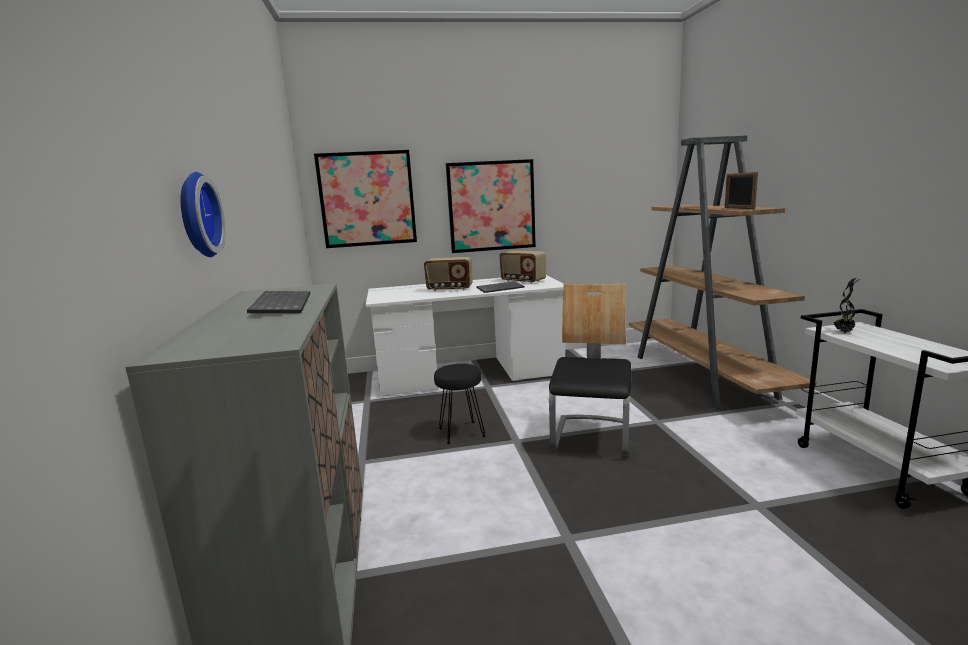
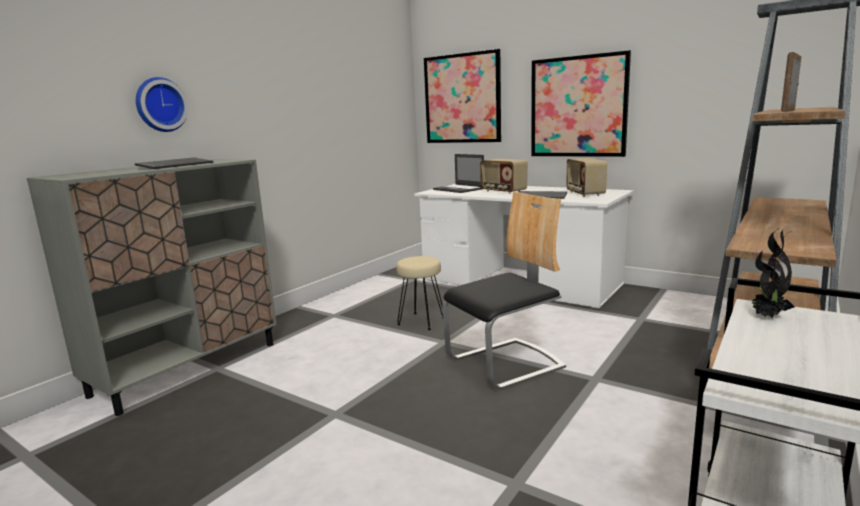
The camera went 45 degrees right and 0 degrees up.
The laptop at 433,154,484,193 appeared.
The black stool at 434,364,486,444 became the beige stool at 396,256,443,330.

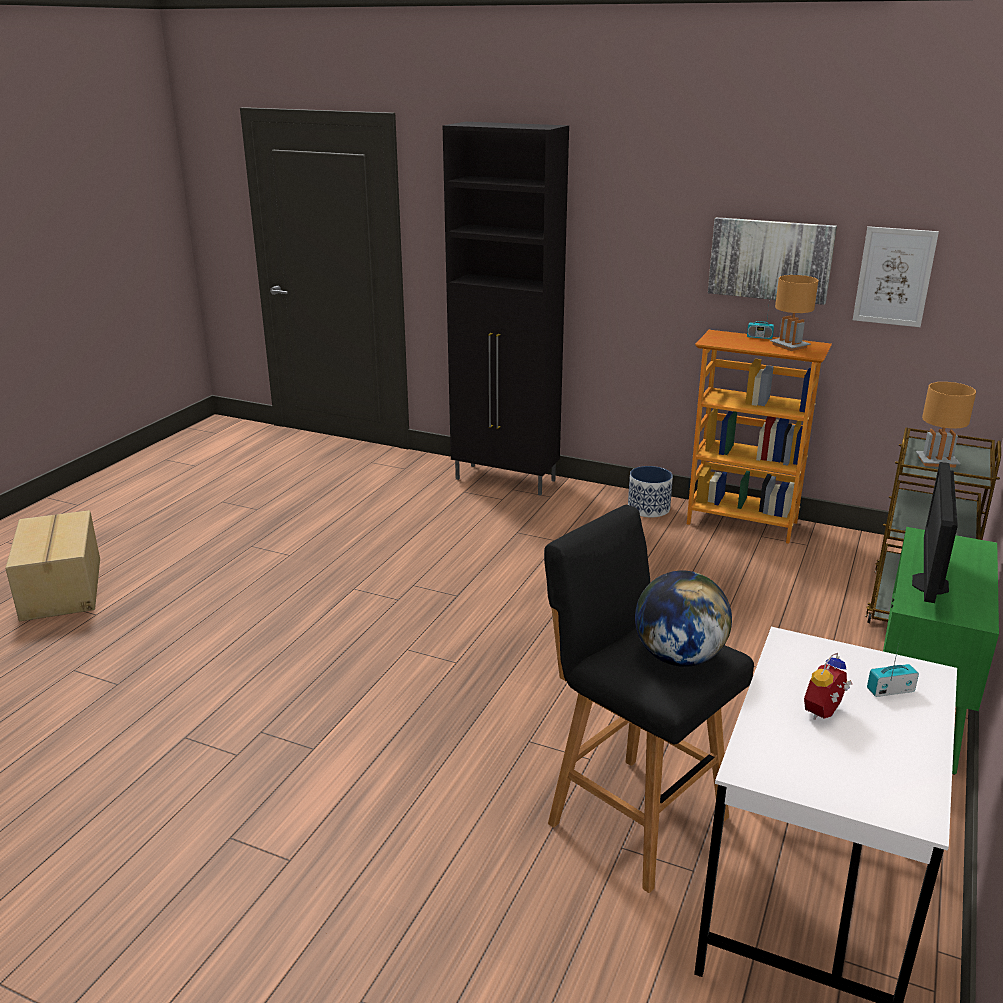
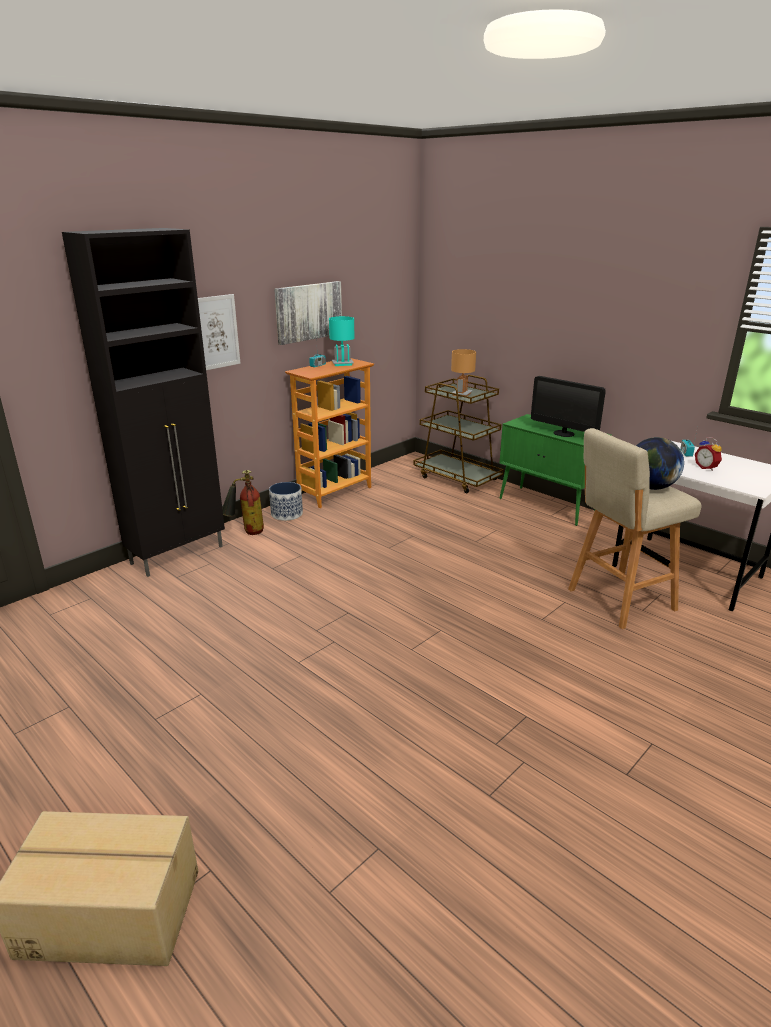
The camera went 70 degrees left and 0 degrees up.
The fire extinguisher at 222,470,264,535 appeared.
The picture moved from 853,226,939,327 to 198,294,240,370.
The black stool at 544,505,754,893 became the beige stool at 568,428,702,629.
The brown table lamp at 770,275,819,351 became the turquoise table lamp at 329,316,355,366.

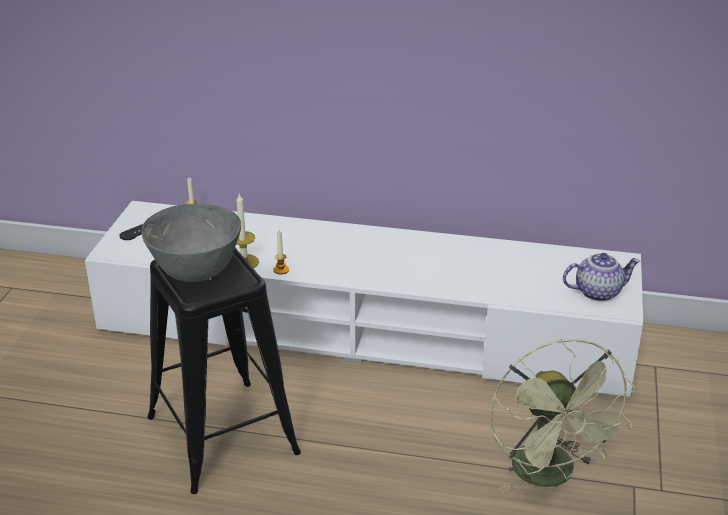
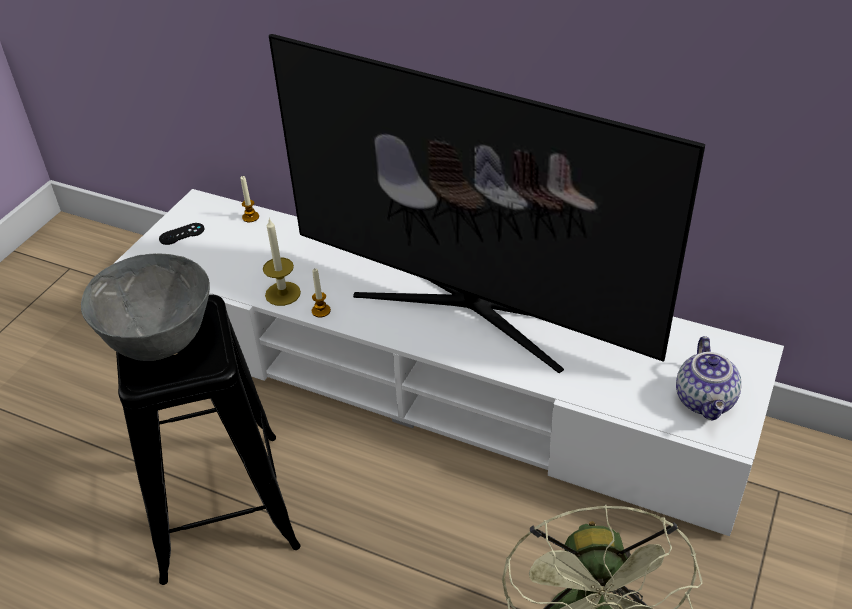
The camera went 15 degrees right and 10 degrees up.
The television at 269,34,705,373 appeared.
The teapot at 563,253,640,301 turned 90 degrees clockwise.

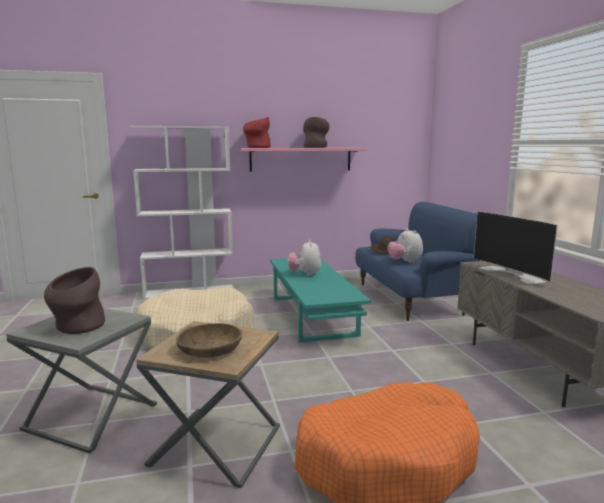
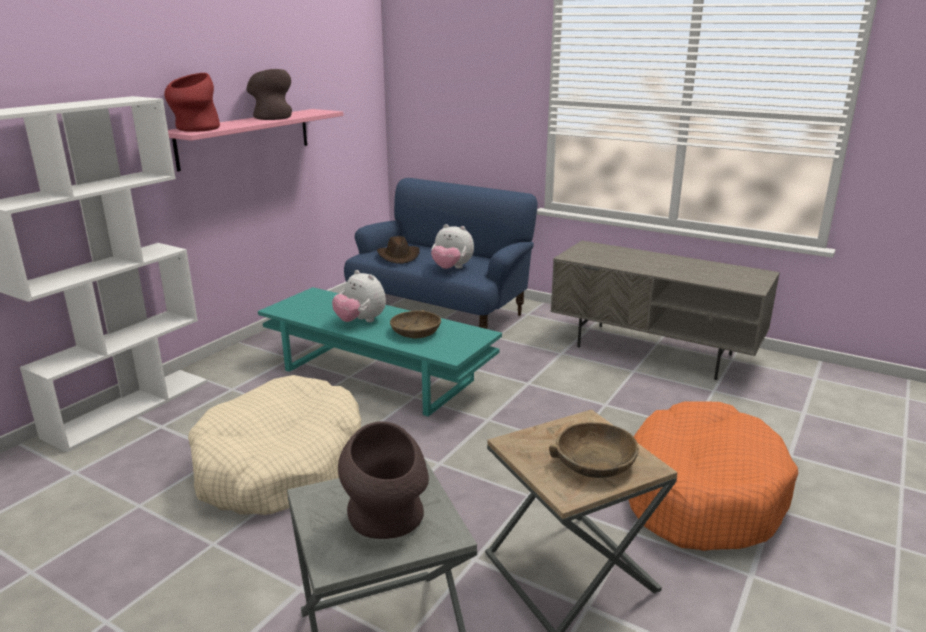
The camera went 45 degrees left and 10 degrees up.
The television at 473,211,558,284 disappeared.
The brown bowl at 390,310,441,339 appeared.

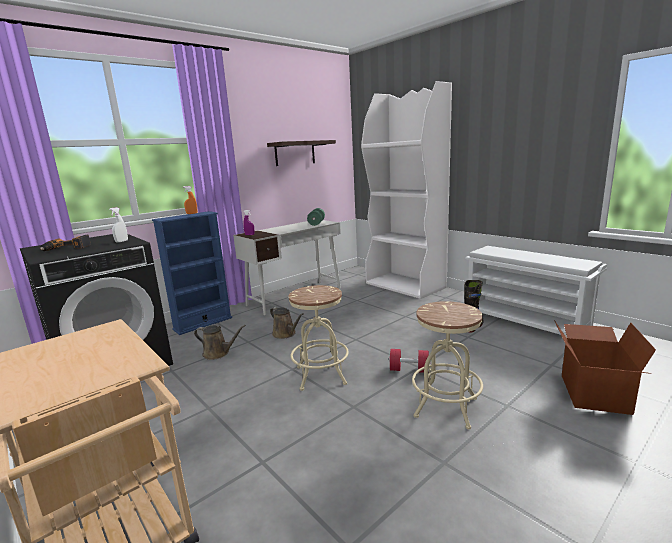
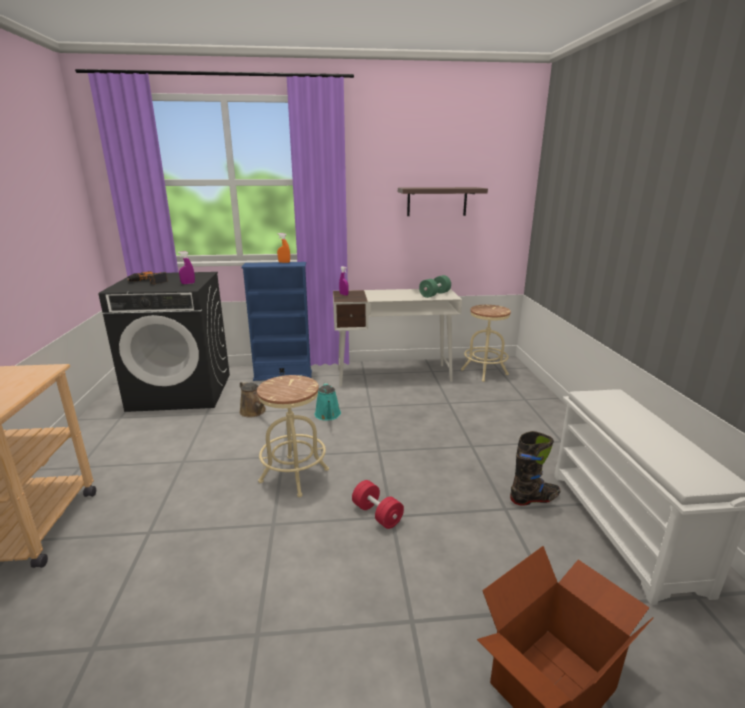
The camera went 35 degrees right and 5 degrees up.
The white bookcase at 361,81,452,299 disappeared.
The beige stool moved from 412,301,483,429 to 461,305,511,382.
The white spray bottle at 109,207,128,243 became the purple spray bottle at 178,251,195,284.
The brown watering can at 270,307,303,339 became the turquoise watering can at 315,382,341,421.

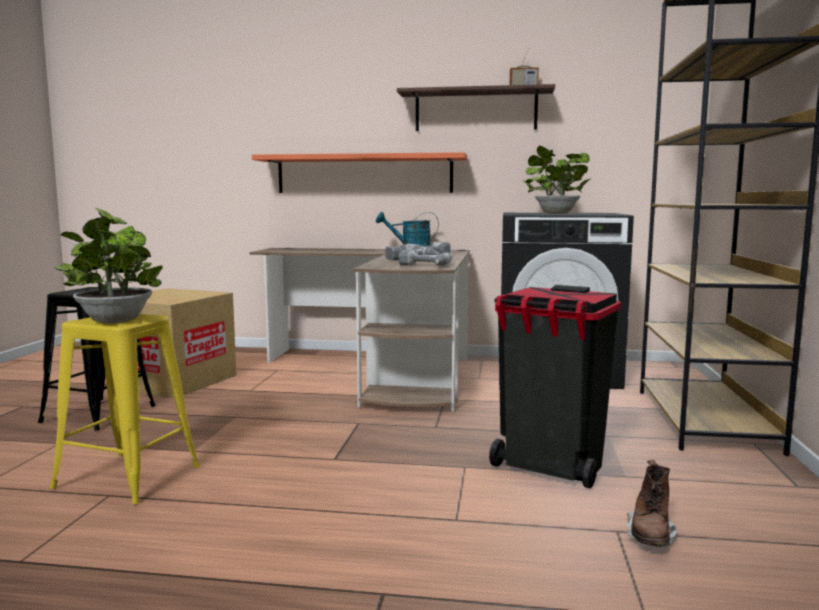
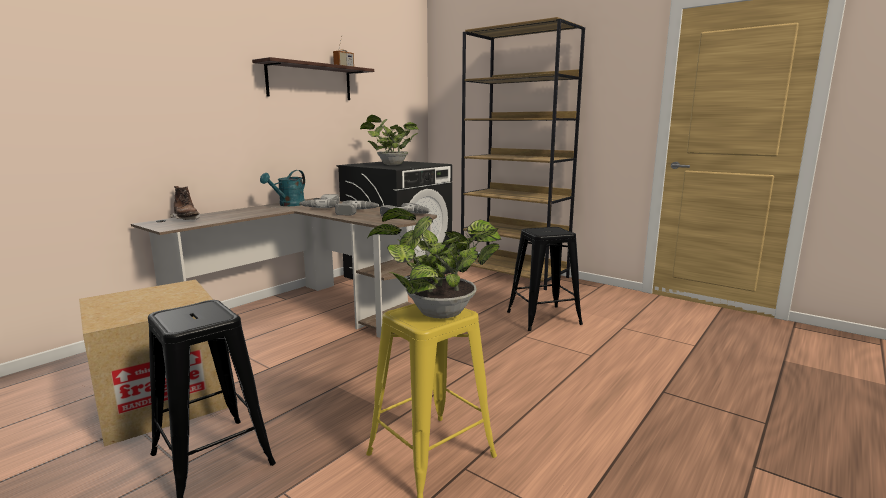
The camera went 60 degrees left and 5 degrees up.
The shelf at 252,152,467,193 disappeared.
The brown boot moved from 627,460,677,547 to 170,186,200,220.
The black trash can at 489,285,621,488 was replaced by the black stool at 507,227,583,331.

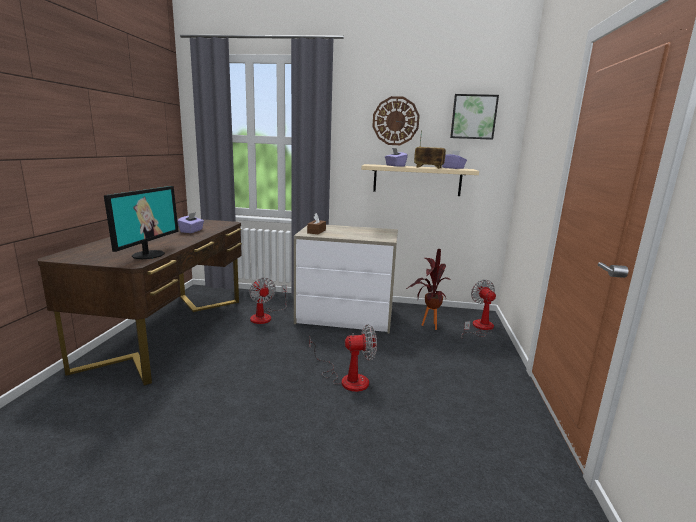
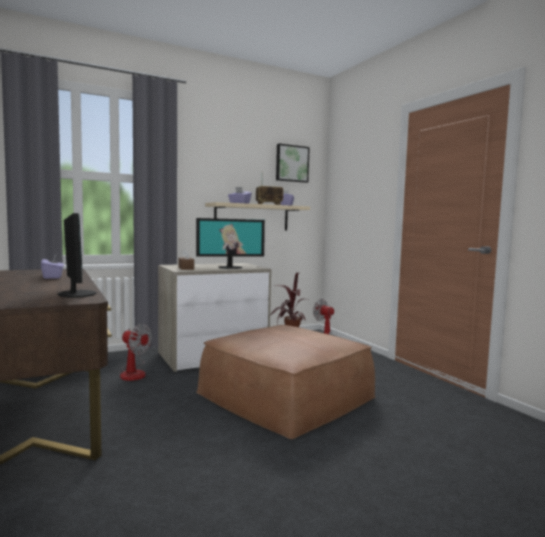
The camera went 35 degrees left and 10 degrees down.
The wall clock at 372,96,420,145 disappeared.
The monitor at 196,218,265,269 appeared.
The fan at 310,324,377,392 was replaced by the brown ottoman at 196,325,375,439.

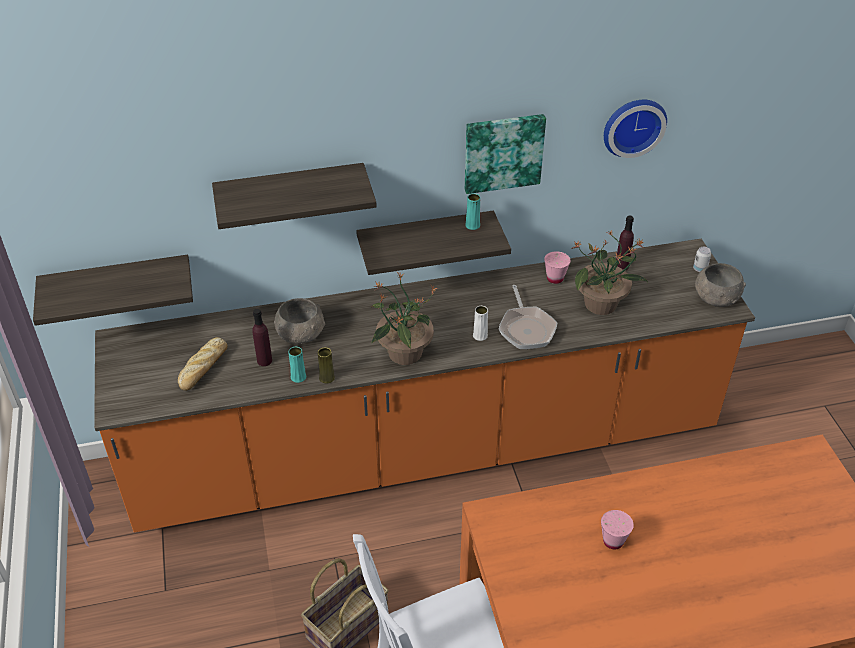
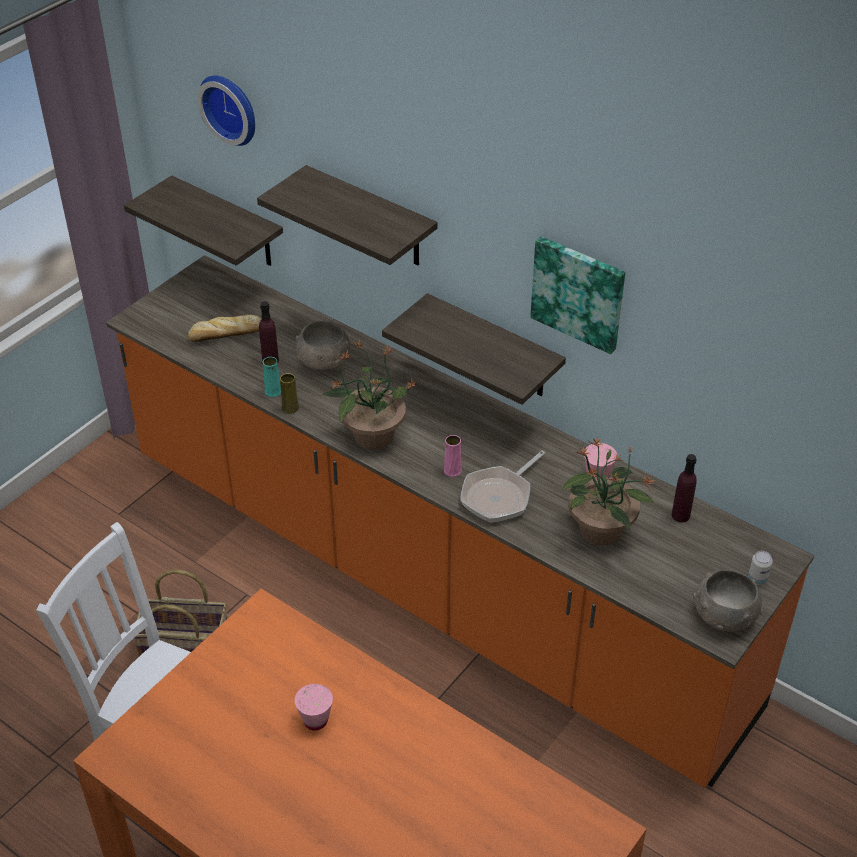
The camera went 50 degrees right and 0 degrees up.
The turquoise vase at 465,193,480,230 disappeared.
The wall clock moved from 604,100,667,158 to 197,76,255,146.
The white vase at 473,306,488,341 became the pink vase at 444,435,462,477.

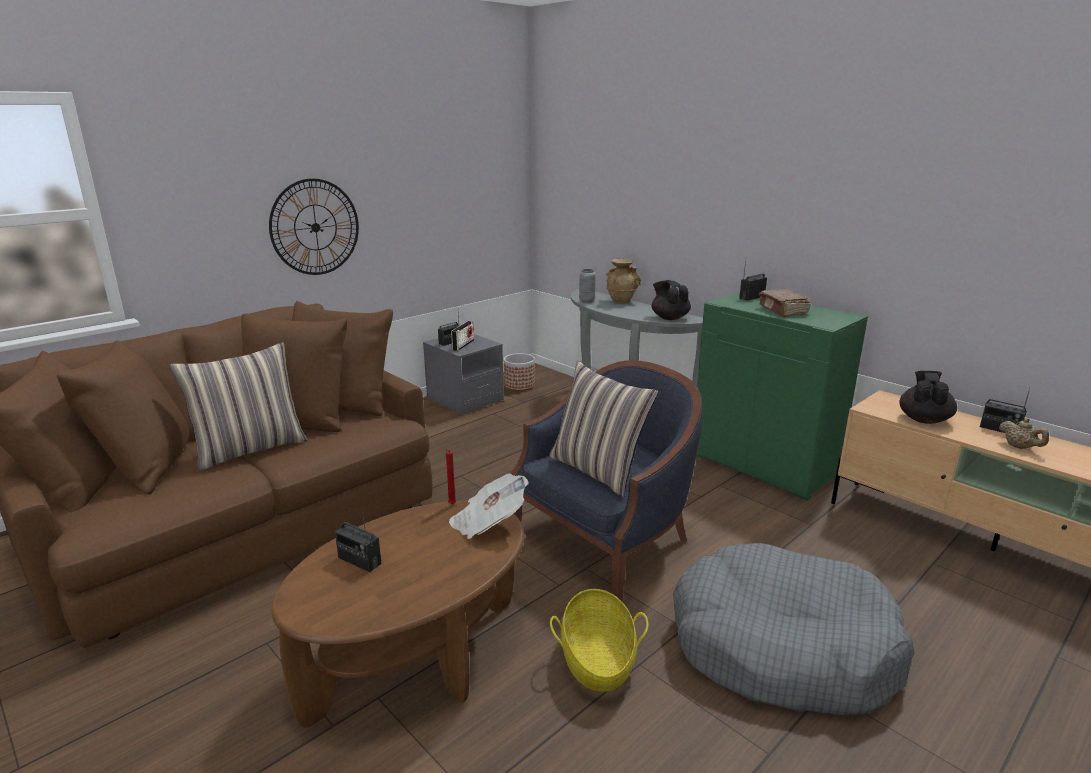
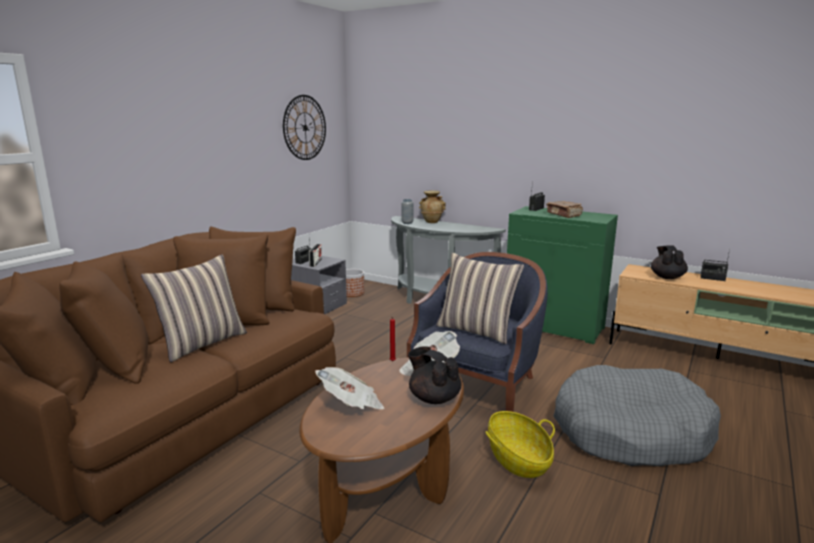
The camera went 15 degrees left and 5 degrees down.
The beige teapot at 999,418,1049,449 disappeared.
The wall clock moved from 269,178,359,275 to 283,95,326,160.
The black teapot moved from 652,280,691,320 to 408,346,462,404.
The radio at 335,515,381,572 was replaced by the newspaper at 315,367,385,410.

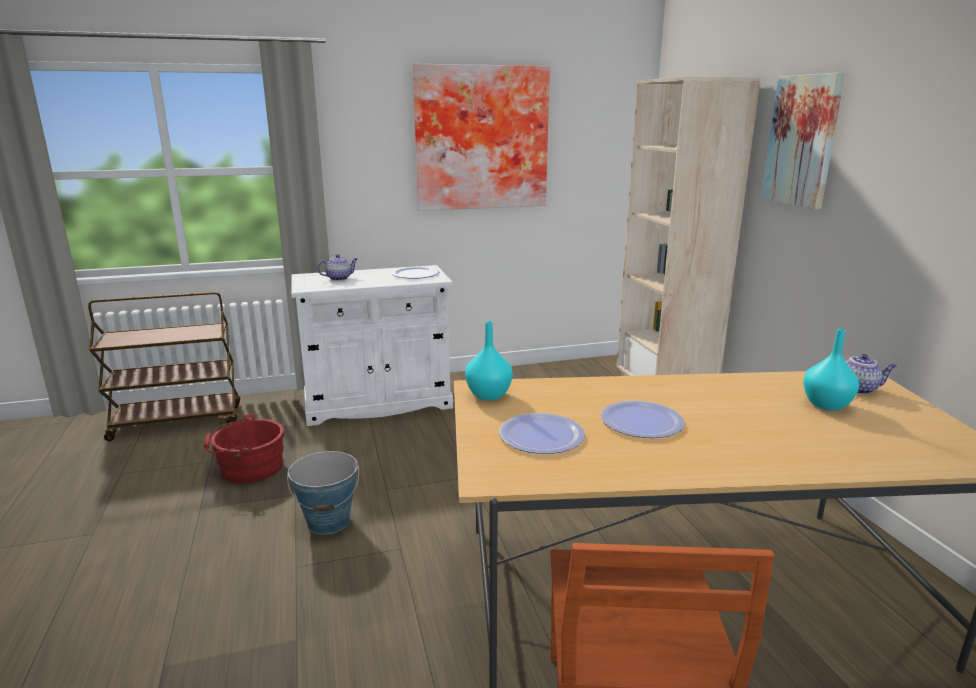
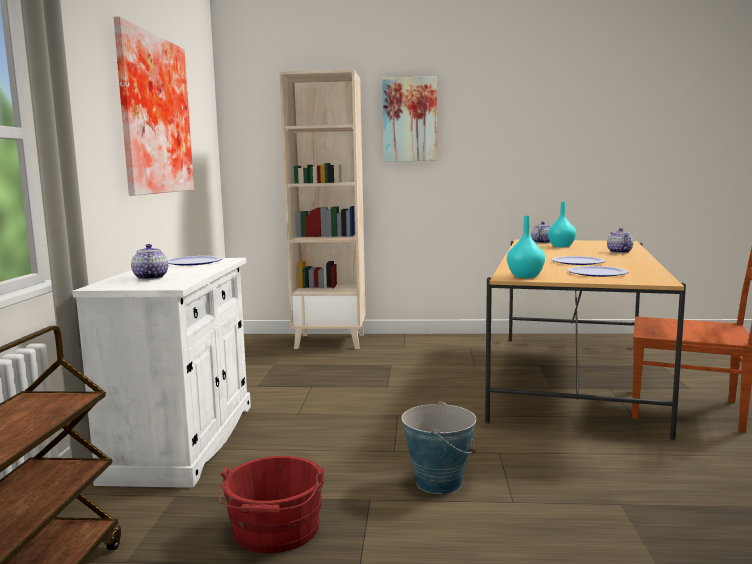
The camera went 70 degrees left and 10 degrees down.
The teapot at 607,228,634,253 appeared.

